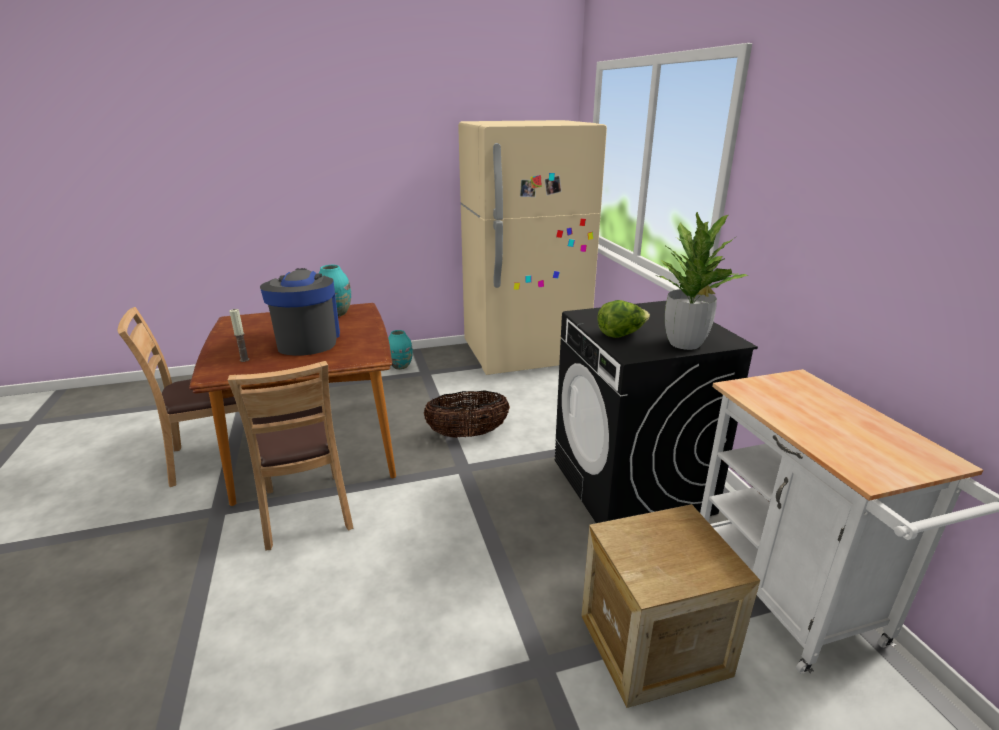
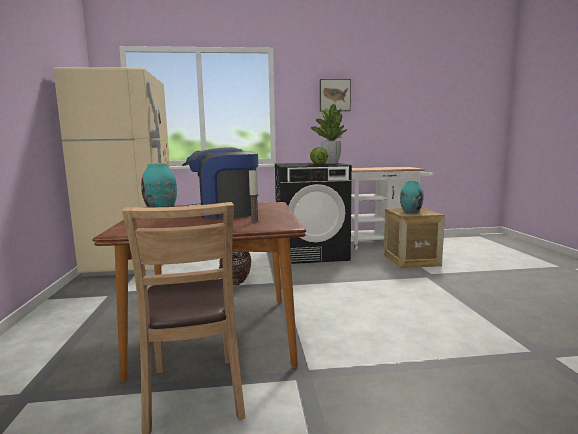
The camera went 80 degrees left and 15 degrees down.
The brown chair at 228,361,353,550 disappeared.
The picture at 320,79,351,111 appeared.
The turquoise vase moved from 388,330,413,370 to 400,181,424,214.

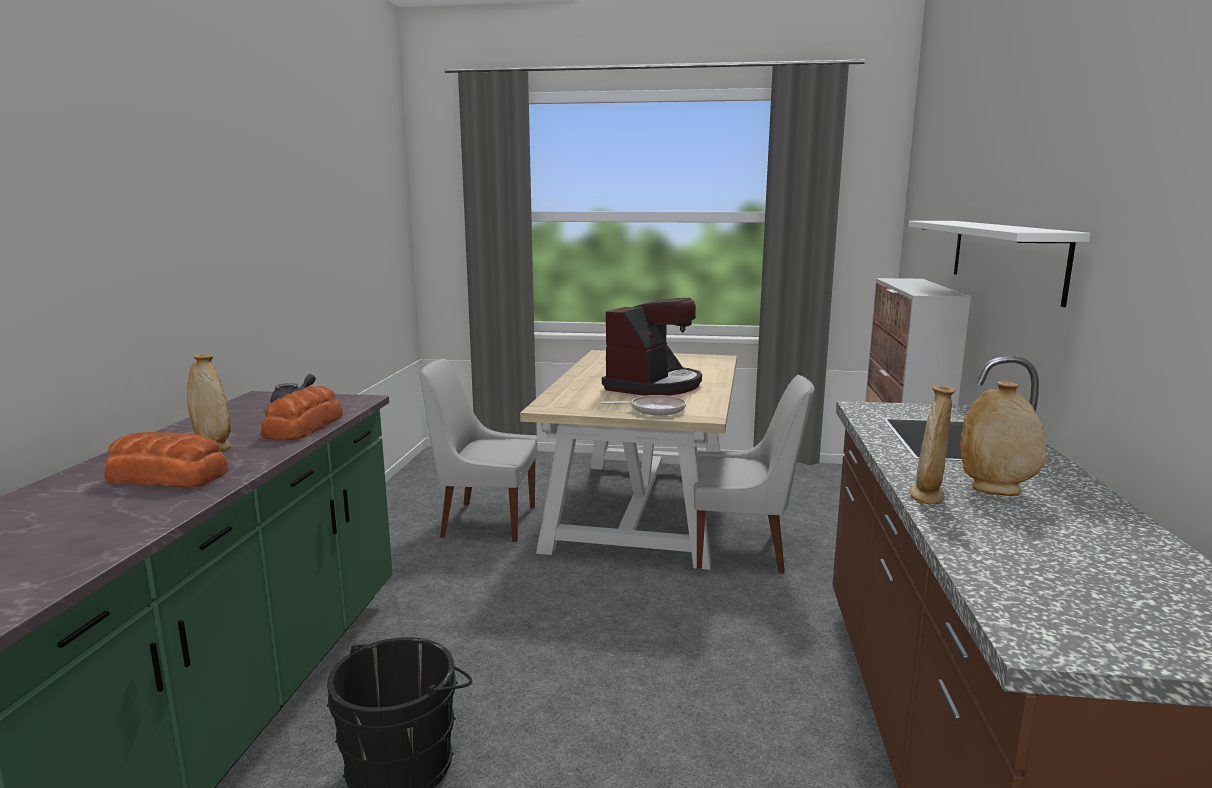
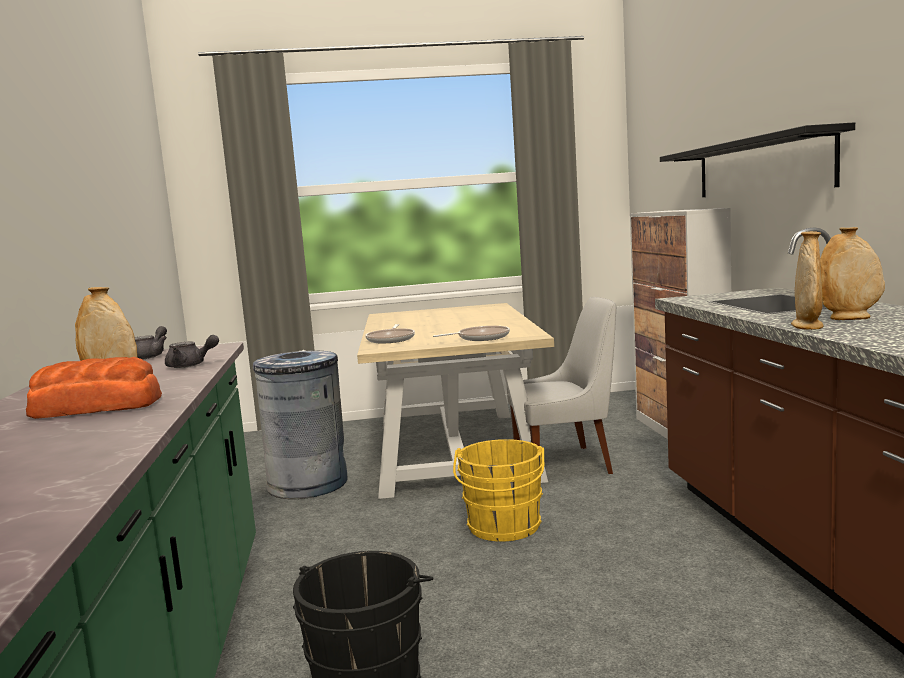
The camera went 15 degrees left and 5 degrees down.
The coffee machine at 602,298,702,396 disappeared.
The frying pan at 365,324,415,344 appeared.
The yellow bucket at 453,439,544,542 appeared.
The bread at 261,386,343,440 was replaced by the grey teapot at 165,335,219,368.
The white chair at 420,358,537,542 was replaced by the grey trash can at 253,350,347,499.
The white shelf at 908,221,1091,307 became the black shelf at 660,122,855,197.

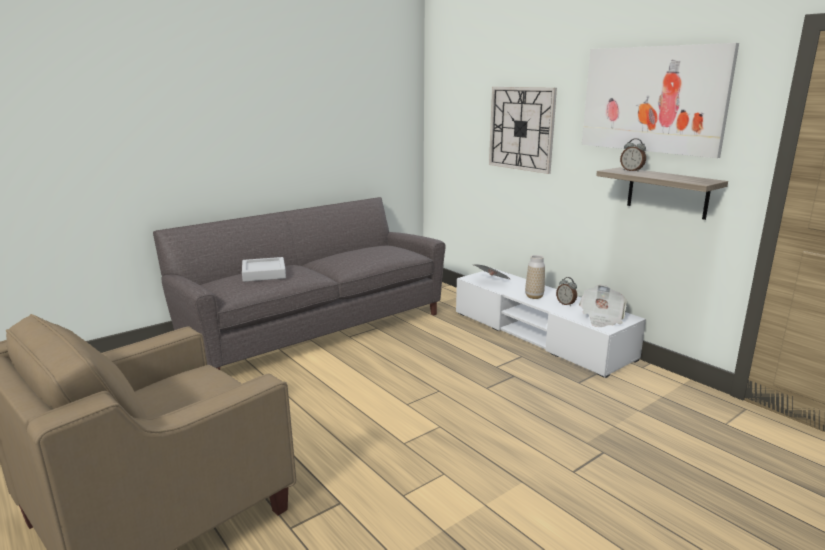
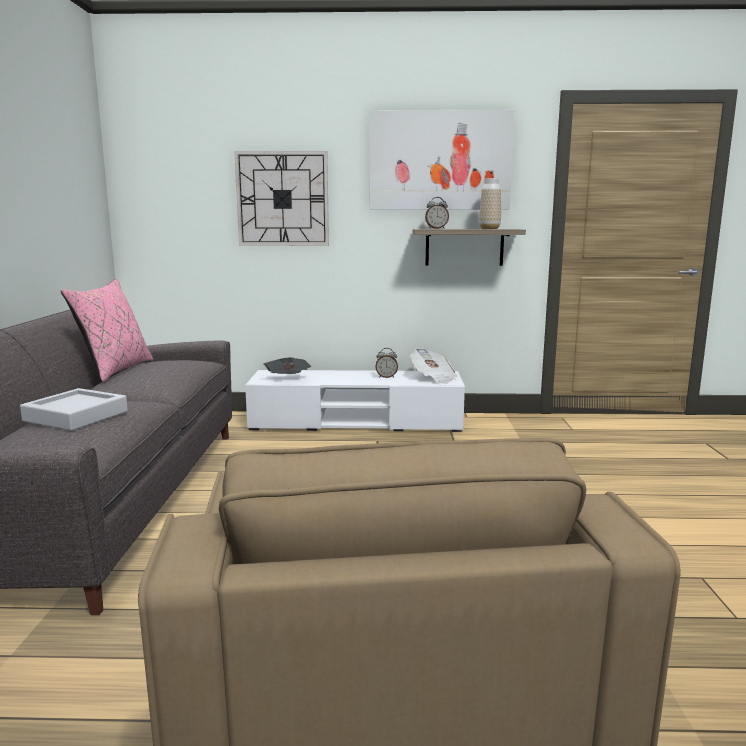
The camera went 50 degrees left and 5 degrees down.
The pink pillow at 61,279,153,382 appeared.
The vase moved from 525,255,545,299 to 479,178,501,229.

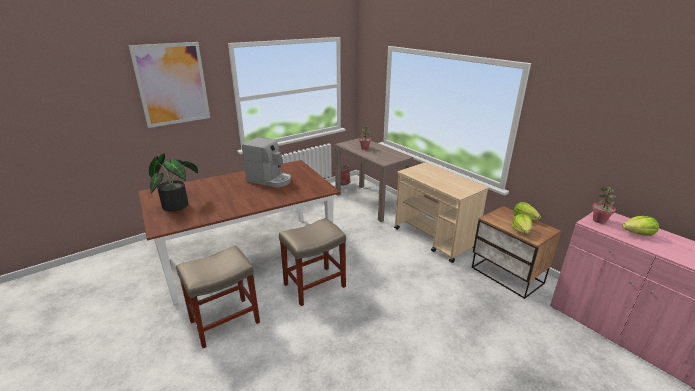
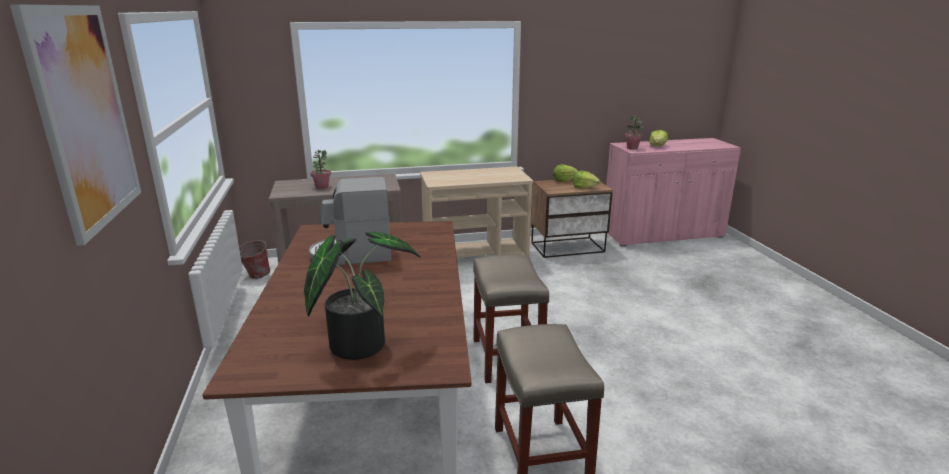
The camera went 65 degrees left and 5 degrees down.
The coffee machine at 242,137,291,188 turned 150 degrees counterclockwise.

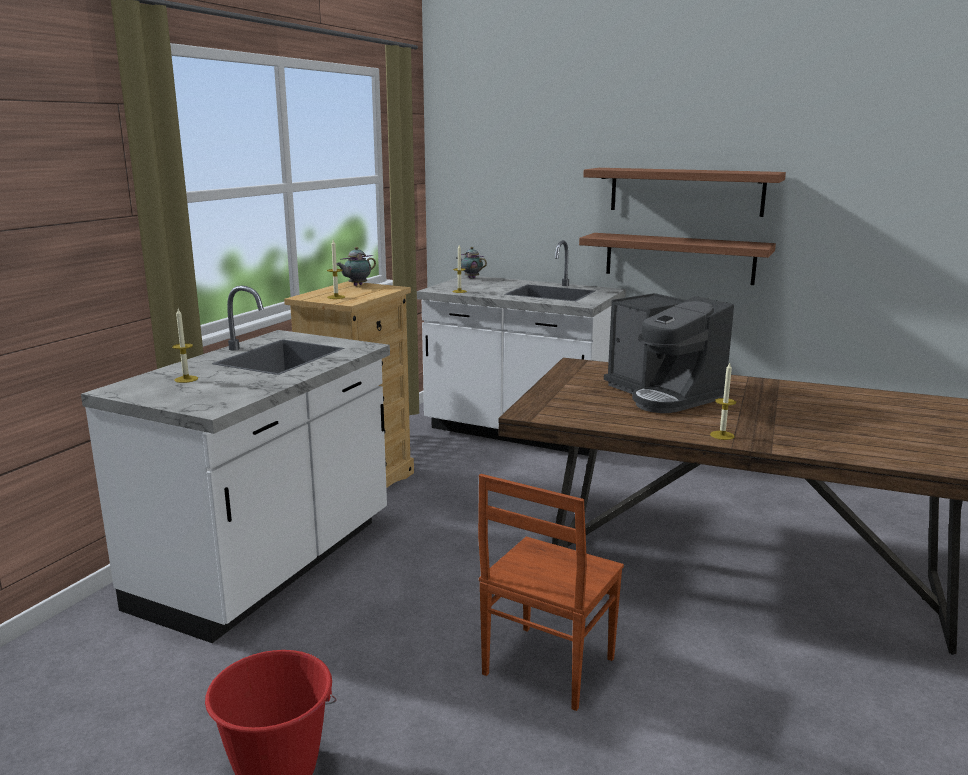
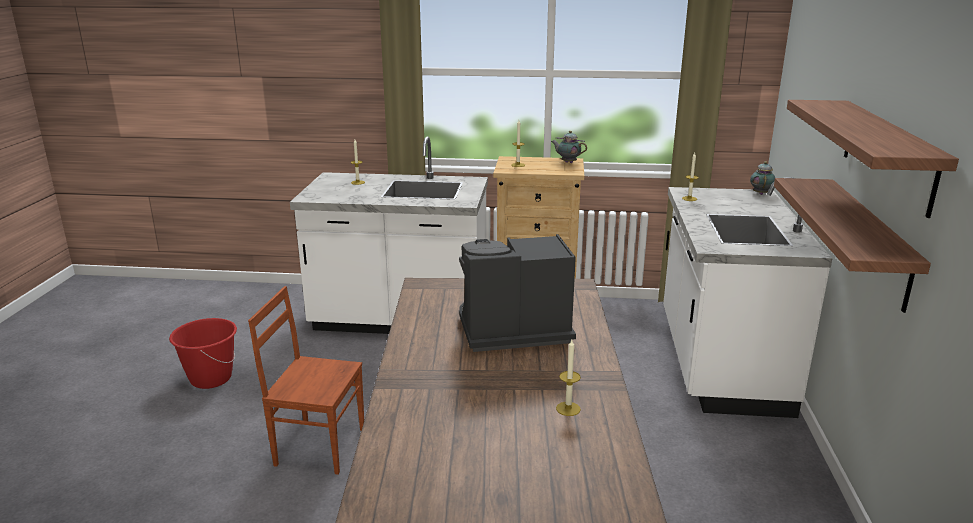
The camera went 70 degrees right and 5 degrees up.
The candle moved from 710,362,736,440 to 556,340,581,416.
The coffee machine at 604,293,734,413 turned 45 degrees clockwise.

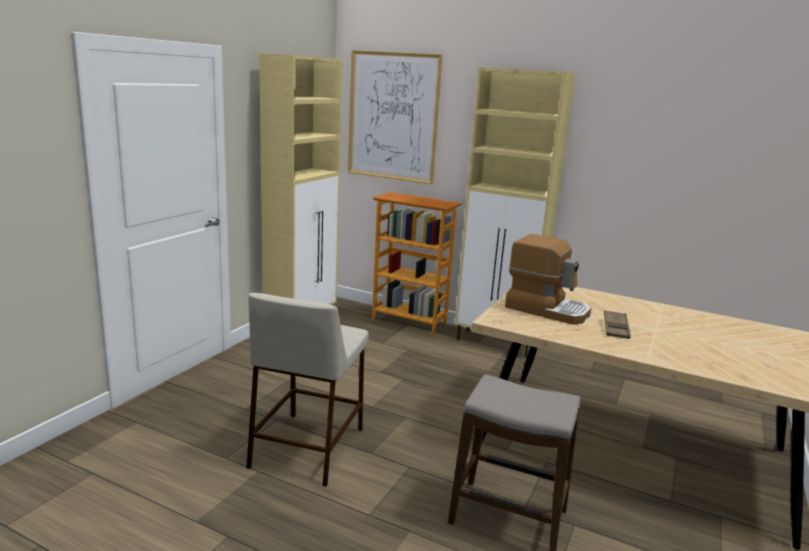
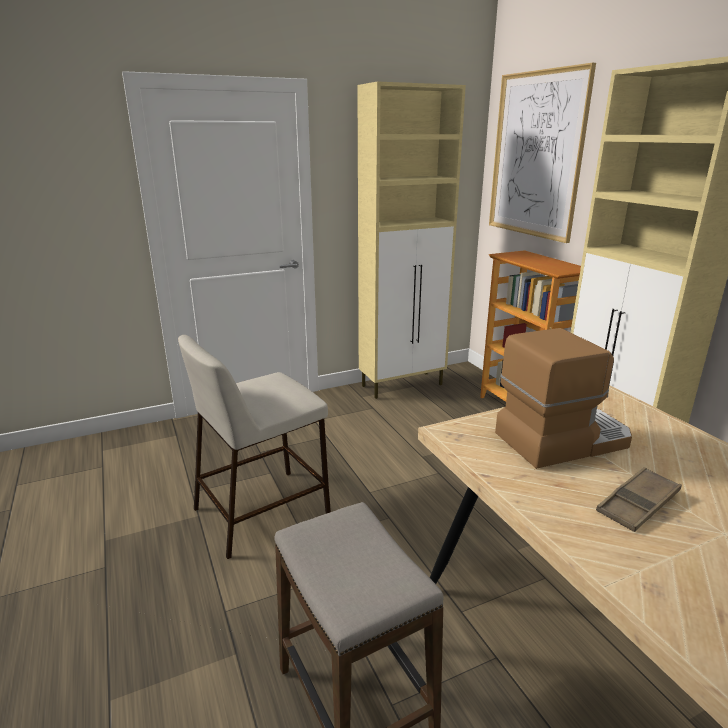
The camera went 40 degrees right and 5 degrees up.
The coffee machine at 505,234,591,325 turned 90 degrees counterclockwise.

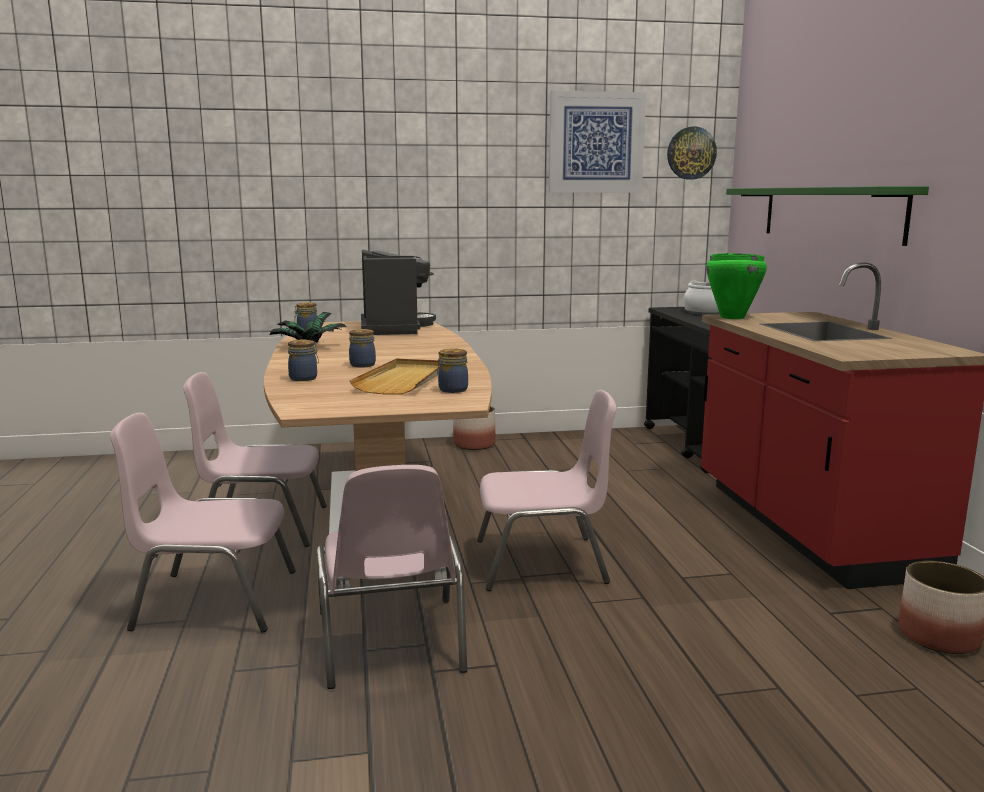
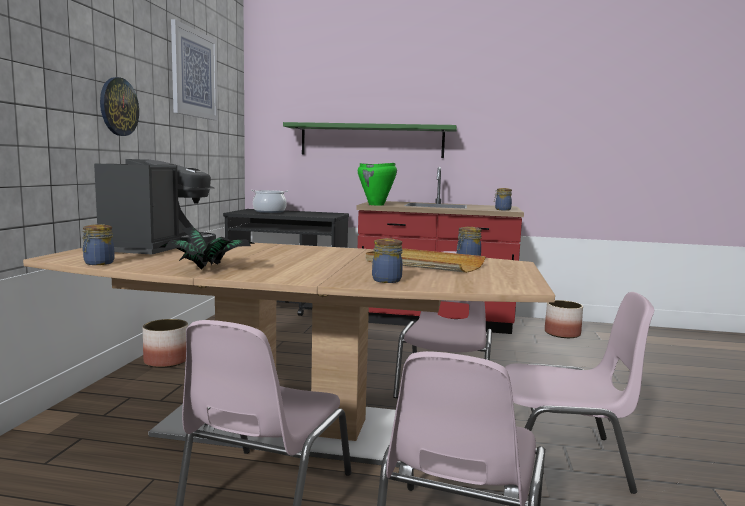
The camera went 70 degrees left and 5 degrees down.
The jar moved from 349,329,376,368 to 494,188,512,211.
The wall clock moved from 667,127,717,180 to 100,77,139,136.
The coffee machine at 361,249,436,335 turned 90 degrees clockwise.

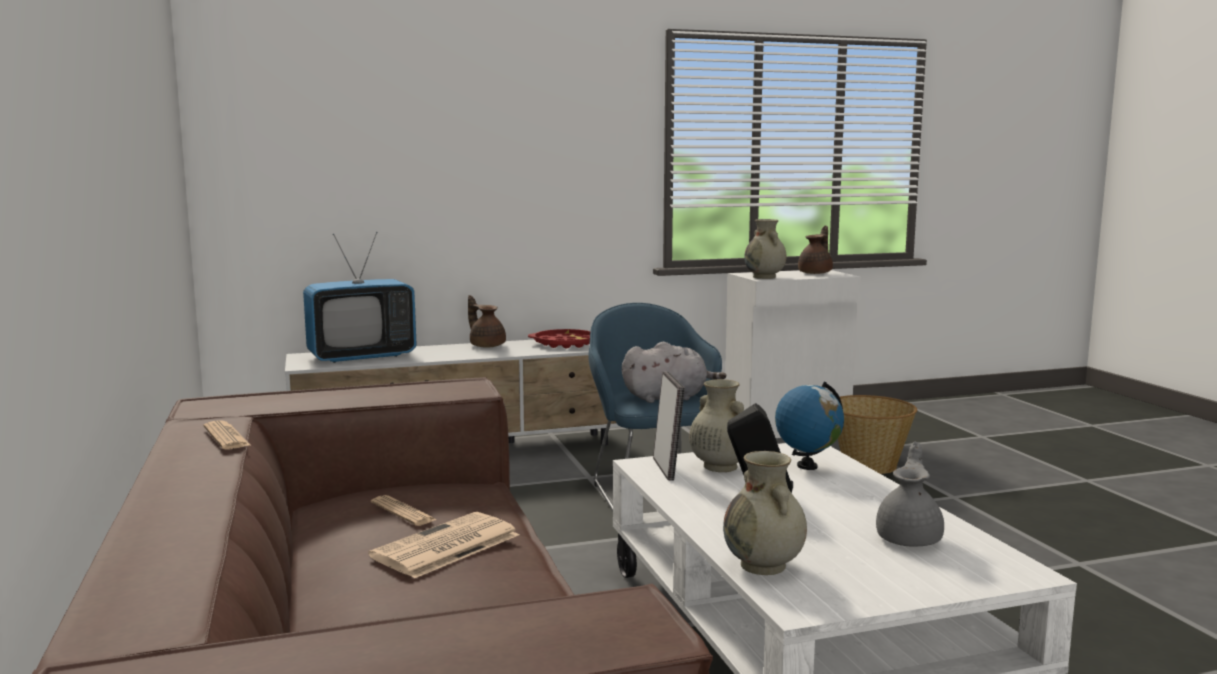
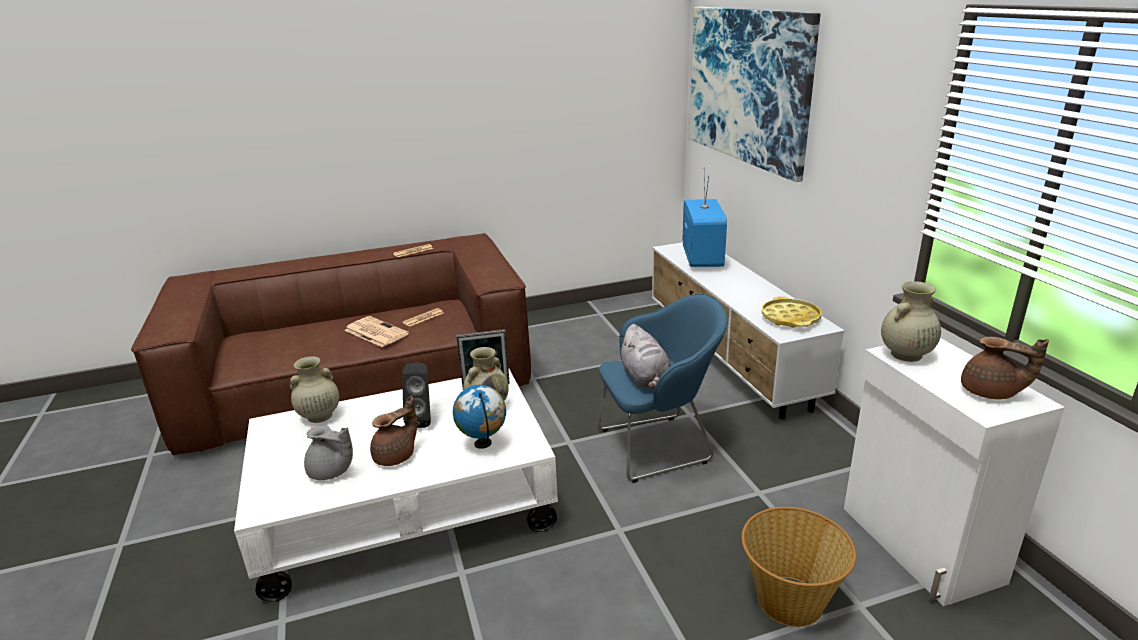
The camera went 90 degrees right and 15 degrees up.
The picture at 689,7,820,182 appeared.
The brown teapot moved from 468,295,506,347 to 370,396,417,466.
The red tray at 528,329,590,348 became the yellow tray at 762,296,822,328.
The television at 303,232,417,363 turned 150 degrees counterclockwise.

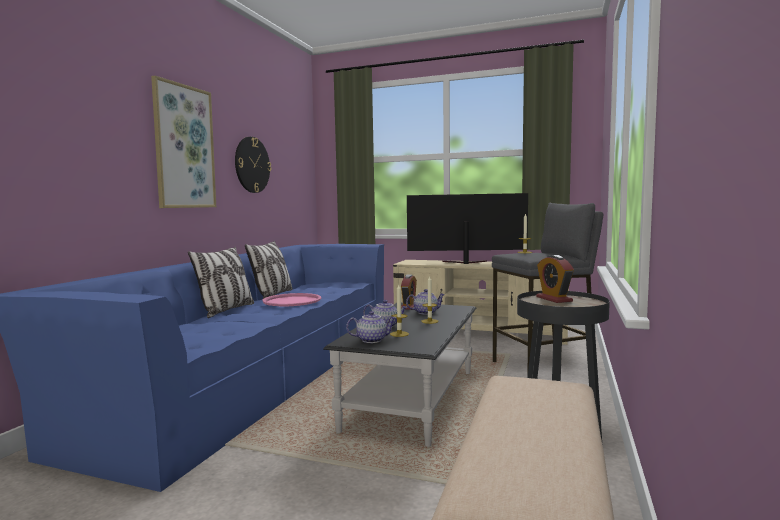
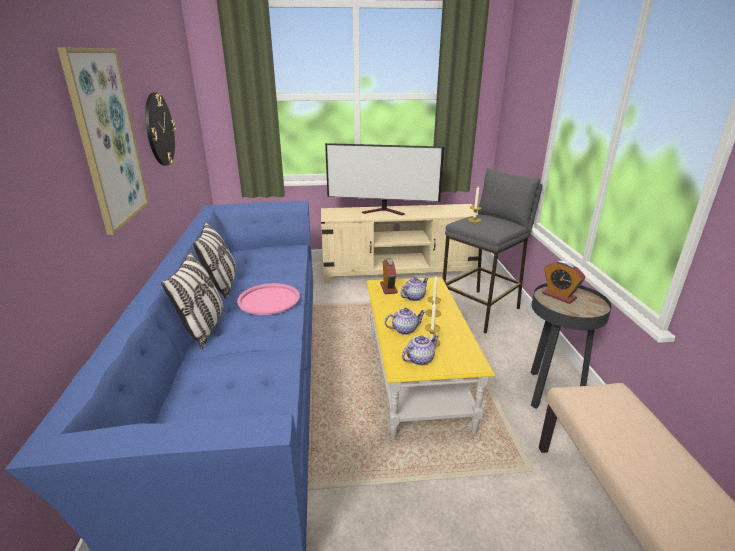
The camera went 25 degrees left and 20 degrees up.
The black coffee table at 323,302,477,447 became the yellow coffee table at 367,277,495,440.
The television at 407,193,528,264 turned 150 degrees counterclockwise.

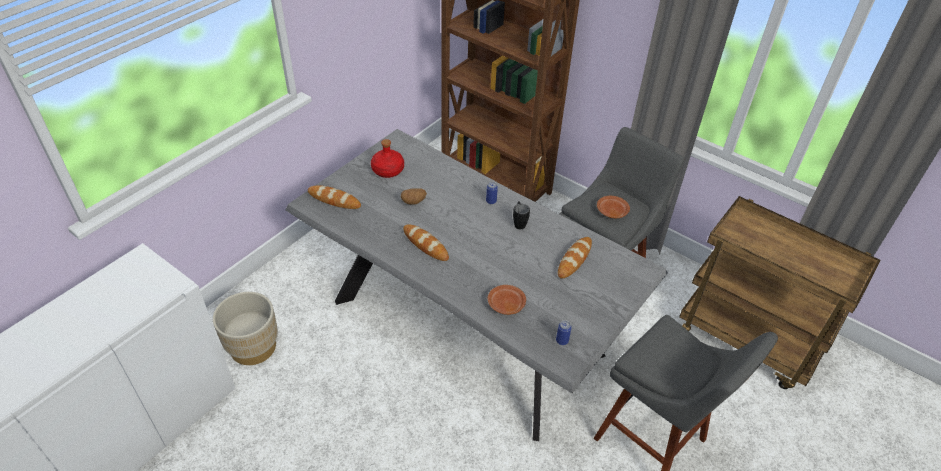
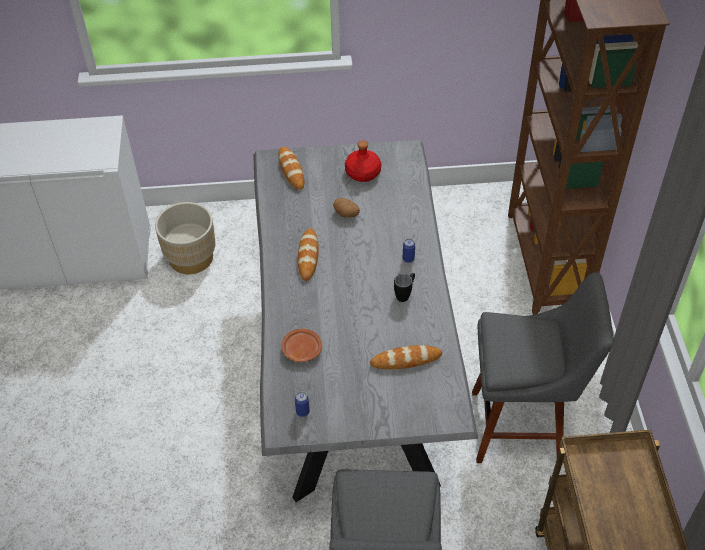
The camera went 50 degrees right and 5 degrees up.
The brown plate at 597,196,630,218 disappeared.

